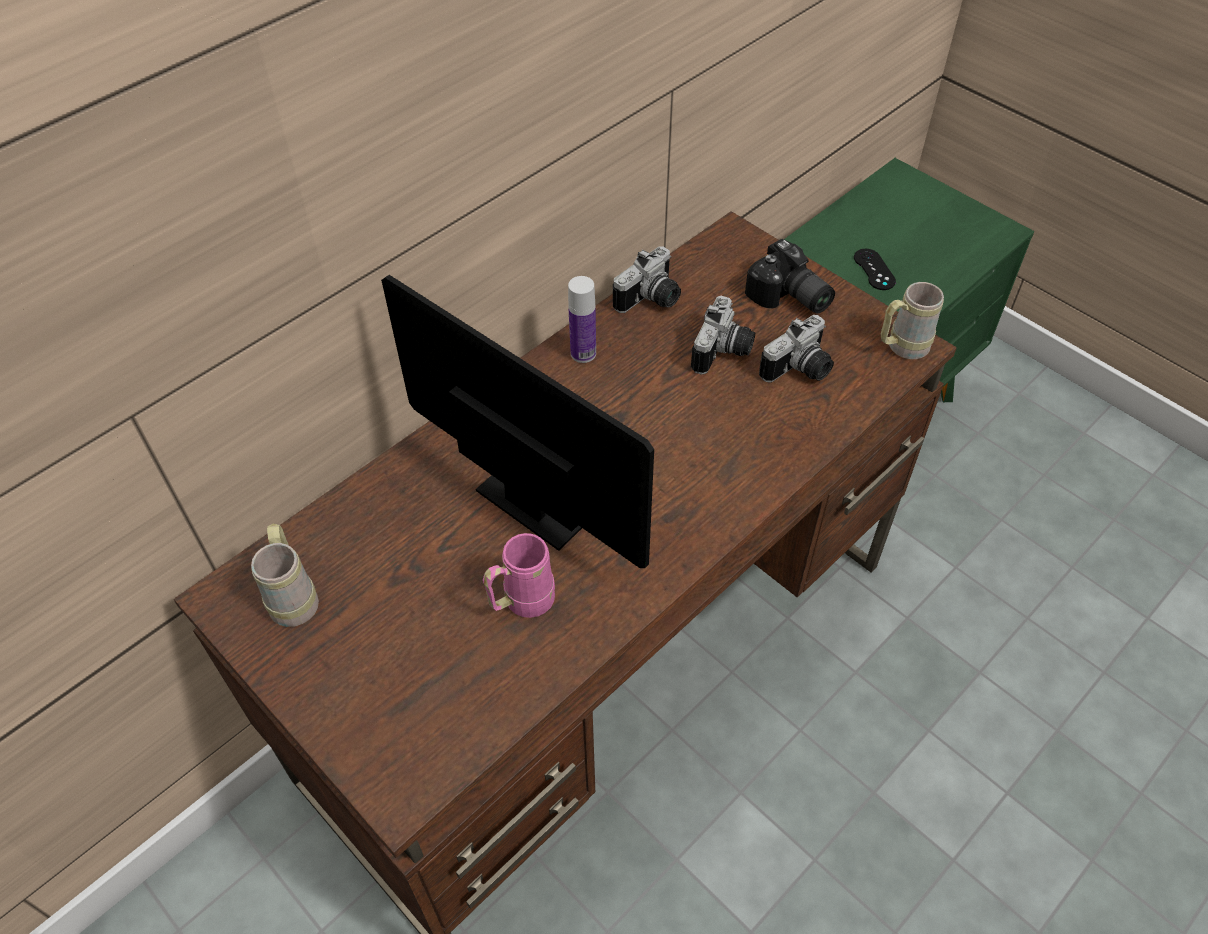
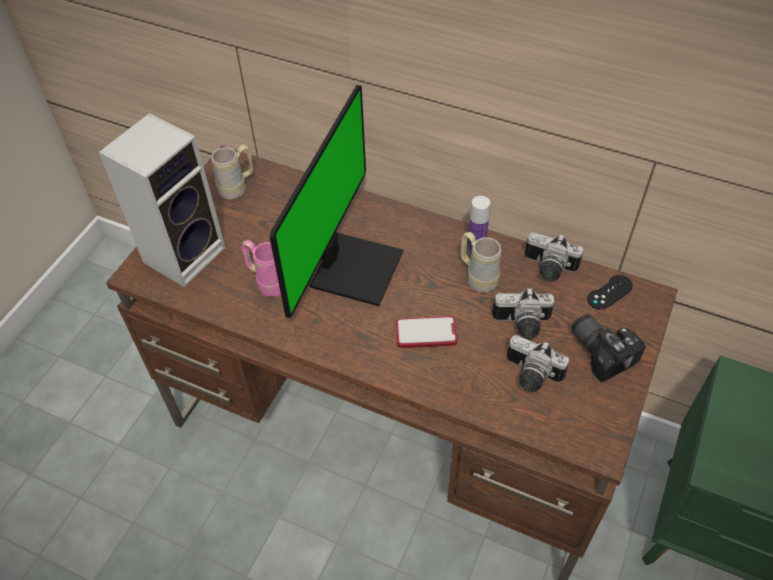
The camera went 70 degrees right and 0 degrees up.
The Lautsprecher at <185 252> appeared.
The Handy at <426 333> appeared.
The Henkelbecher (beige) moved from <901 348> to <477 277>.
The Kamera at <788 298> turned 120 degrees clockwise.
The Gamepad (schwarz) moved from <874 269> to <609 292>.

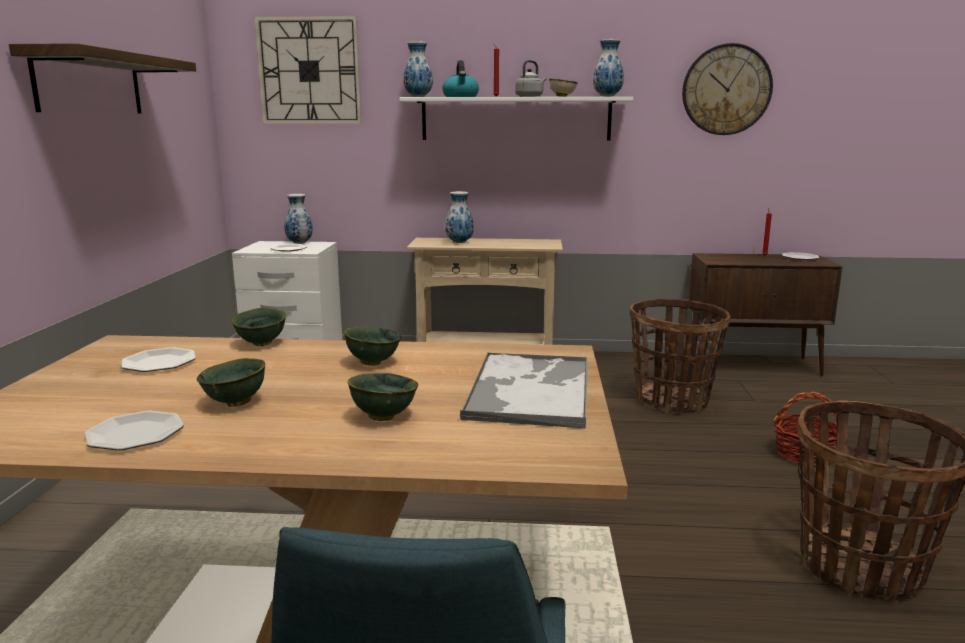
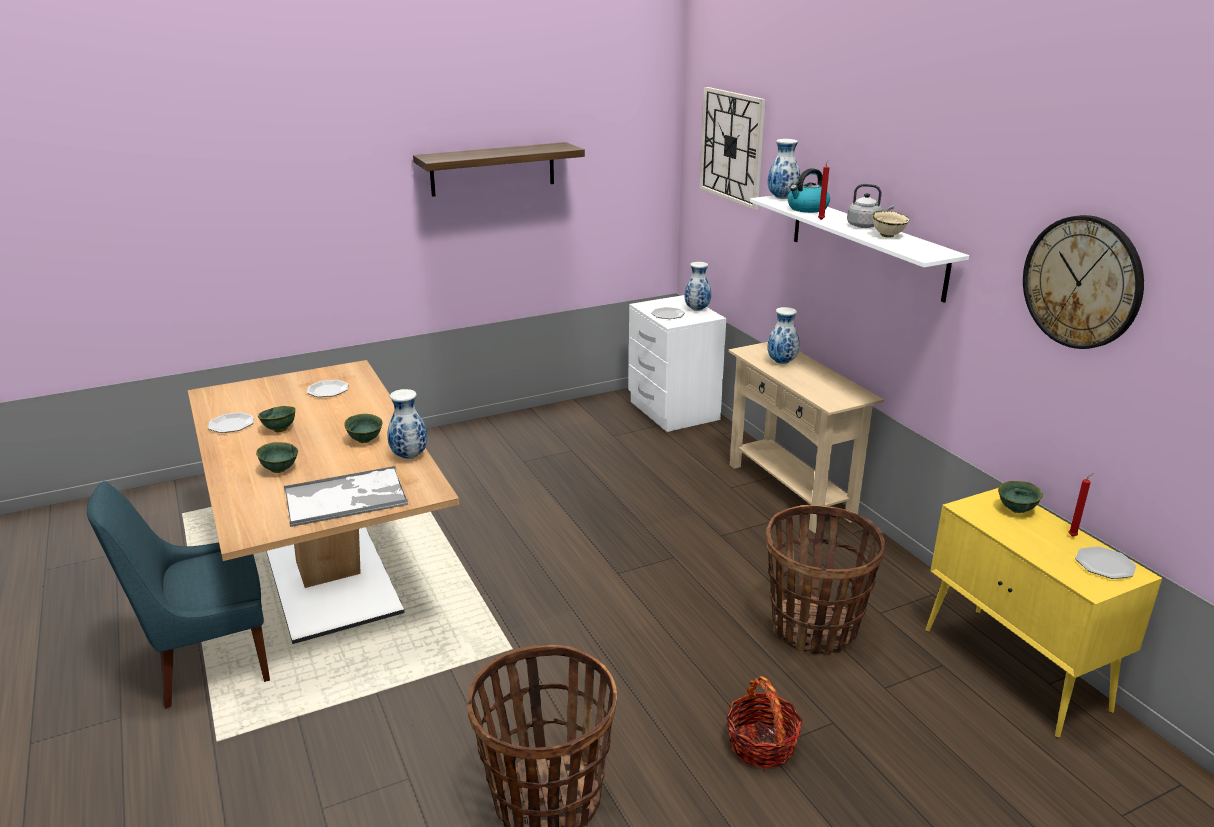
The camera went 60 degrees right and 10 degrees up.
The Vase moved from <607 96> to <408 456>.
The Schrank (braun) at <753 365> became the Schrank (gelb) at <1015 670>.
The Schüssel (grün) moved from <262 344> to <1017 510>.

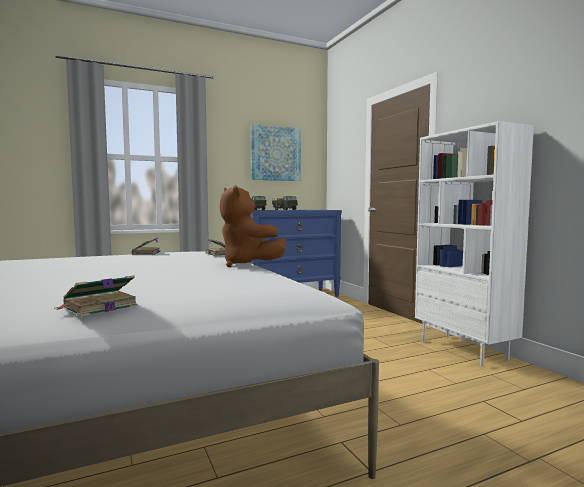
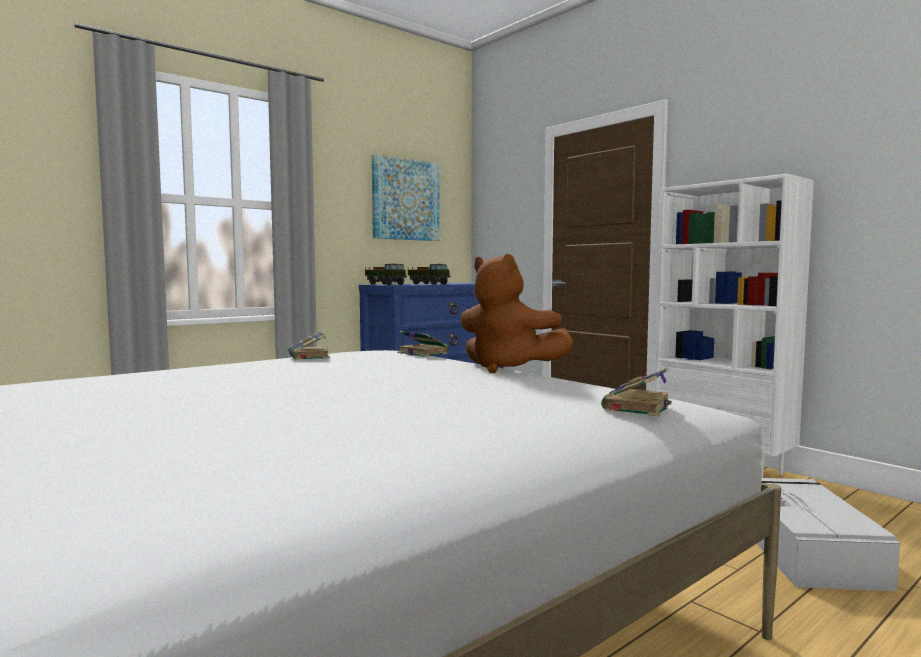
The camera went 15 degrees left and 0 degrees up.
The Buch moved from <99 307> to <636 407>.
The Aufbewahrungsbox (grau) at <803 548> appeared.

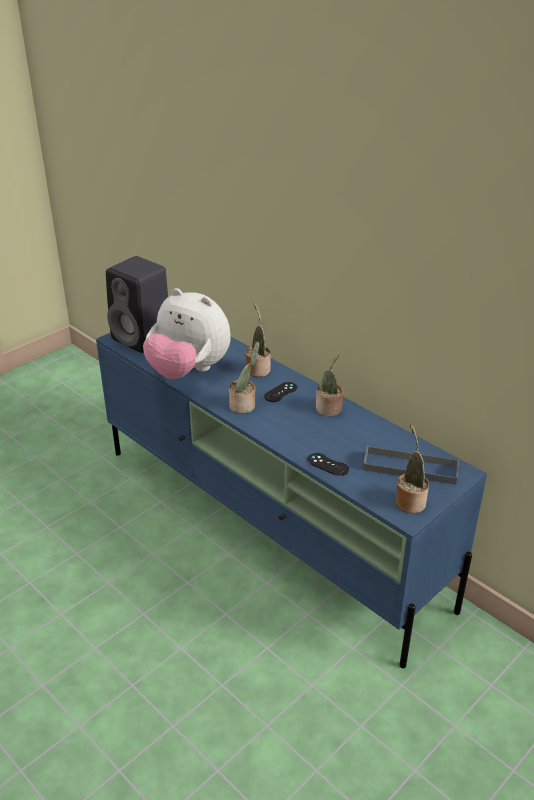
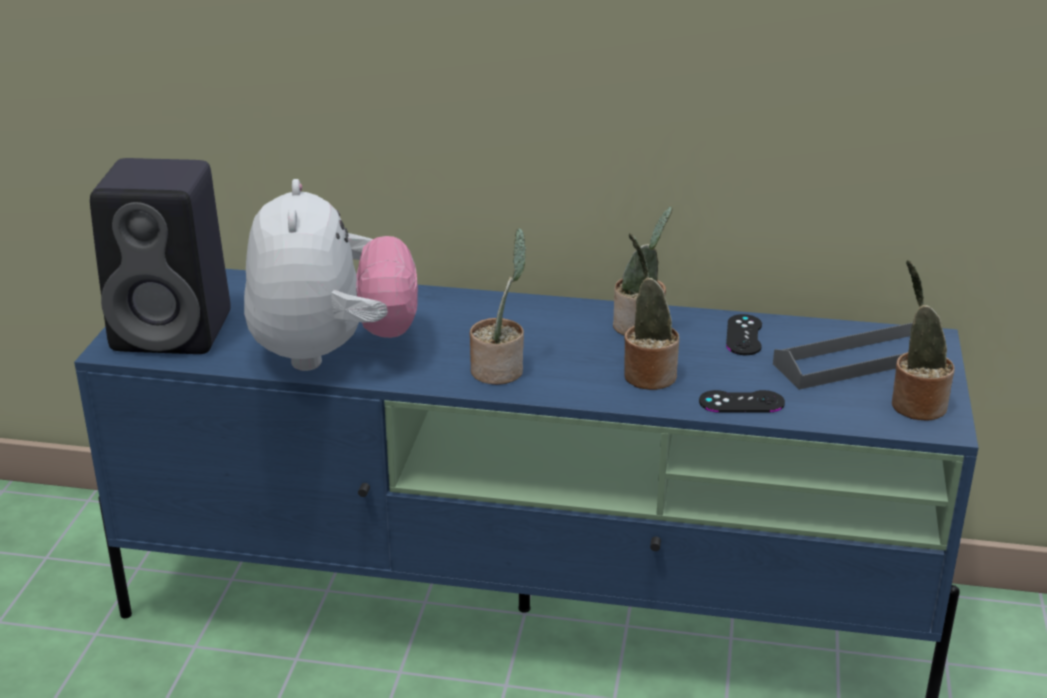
The camera went 35 degrees left and 5 degrees down.
The Plüschtier at <188 371> turned 90 degrees counterclockwise.
The Topfpflanze moved from <257 369> to <647 374>.
The Gamepad (schwarz) moved from <280 392> to <744 335>.

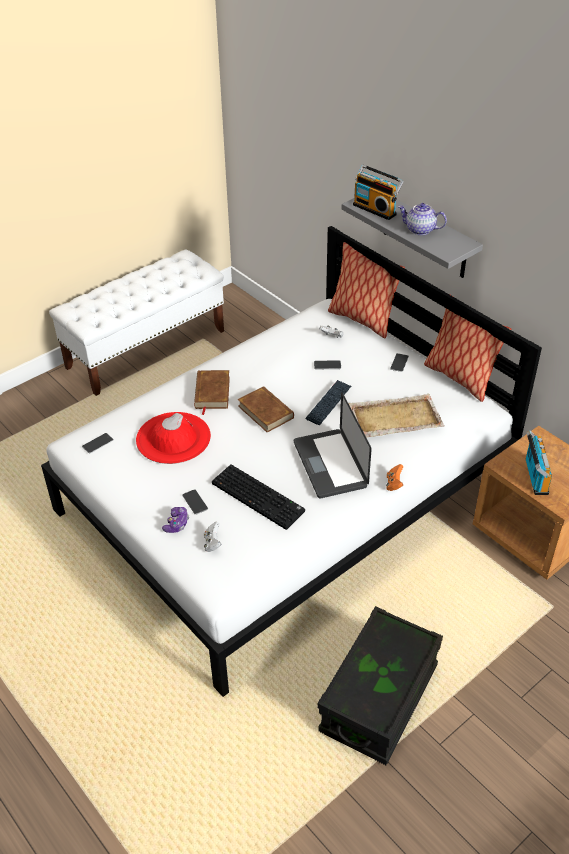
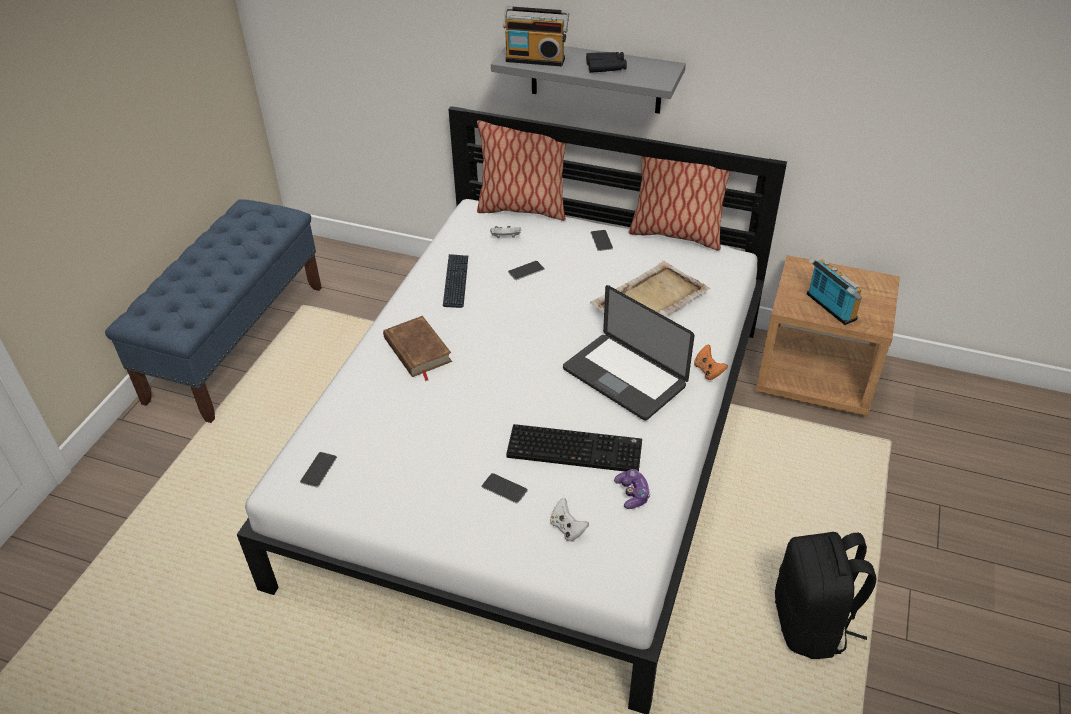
The camera went 30 degrees left and 0 degrees up.
The Bank (weiß) at <146 348> became the Bank (blau) at <237 341>.
The Tastatur moved from <329 403> to <456 281>.
The Teekanne at <420 230> was replaced by the Fernglas (schwarz) at <606 67>.
The Gamepad moved from <176 524> to <632 493>.
The Aufbewahrungsbox (schwarz) at <379 699> was replaced by the Rucksack (schwarz) at <811 624>.
The Hut (rot) at <173 438> disappeared.
The Buch (braun) at <265 411> disappeared.

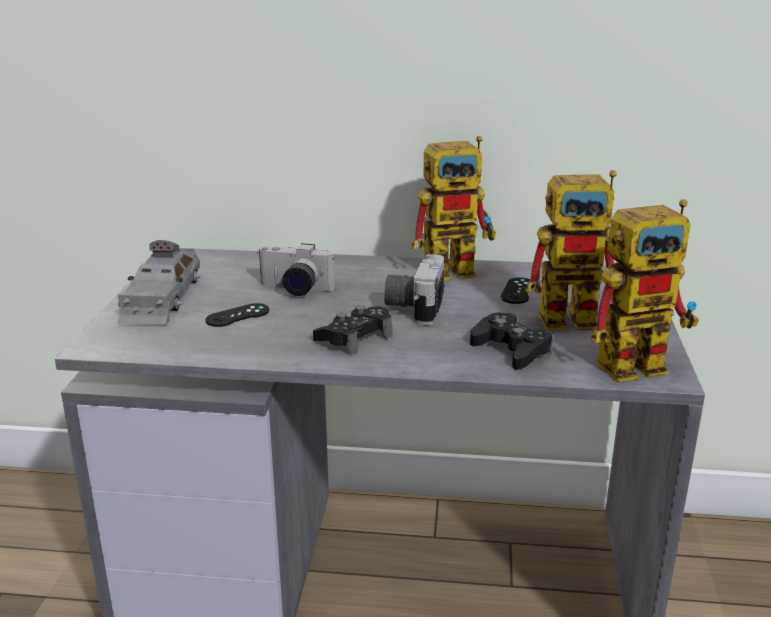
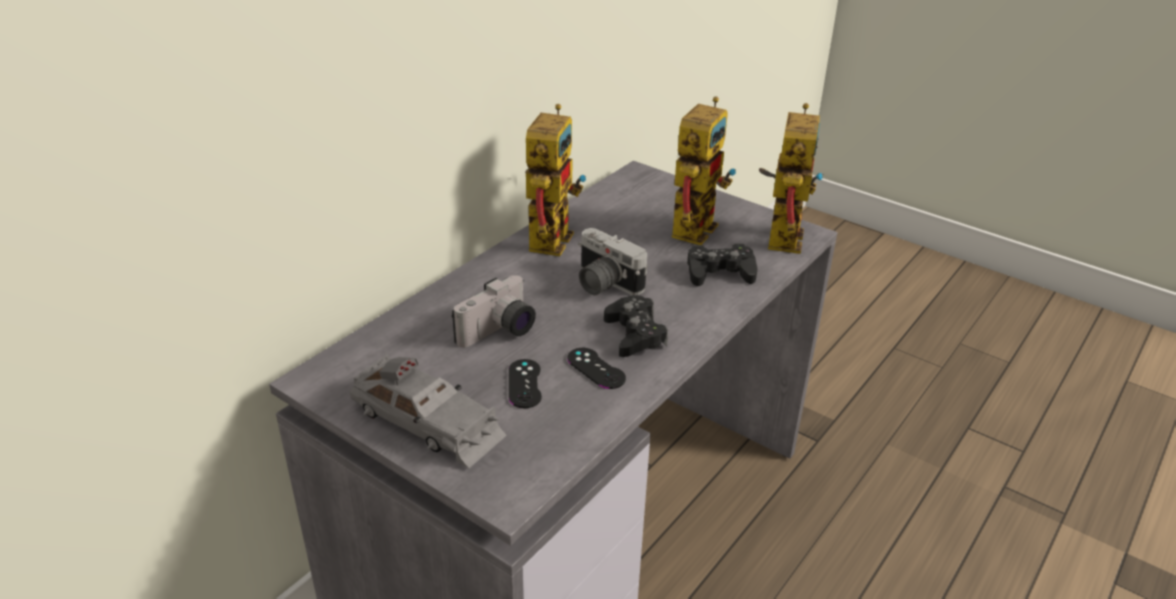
The camera went 60 degrees left and 10 degrees up.
The Gamepad (schwarz) moved from <517 291> to <596 368>.

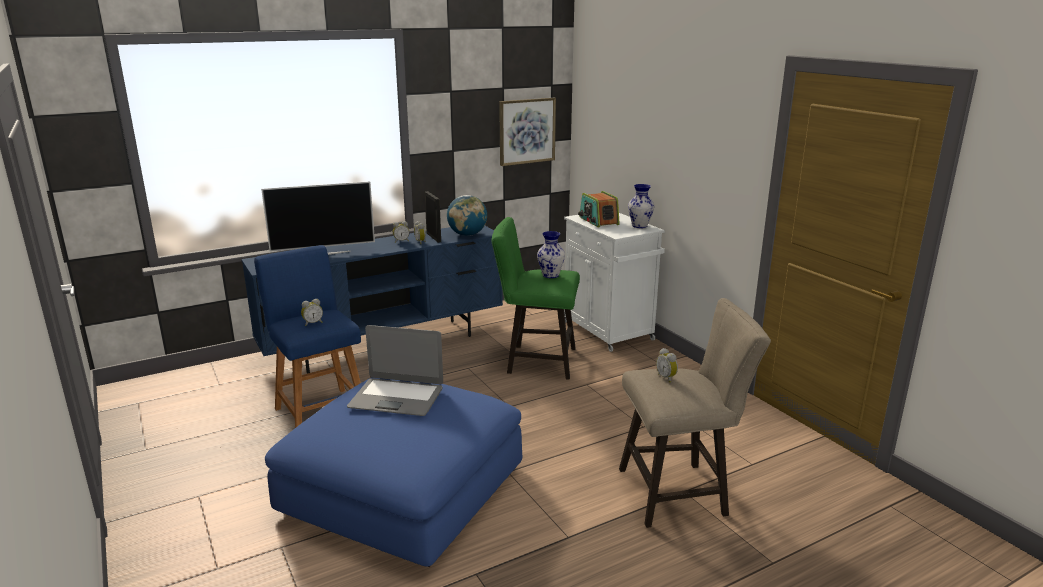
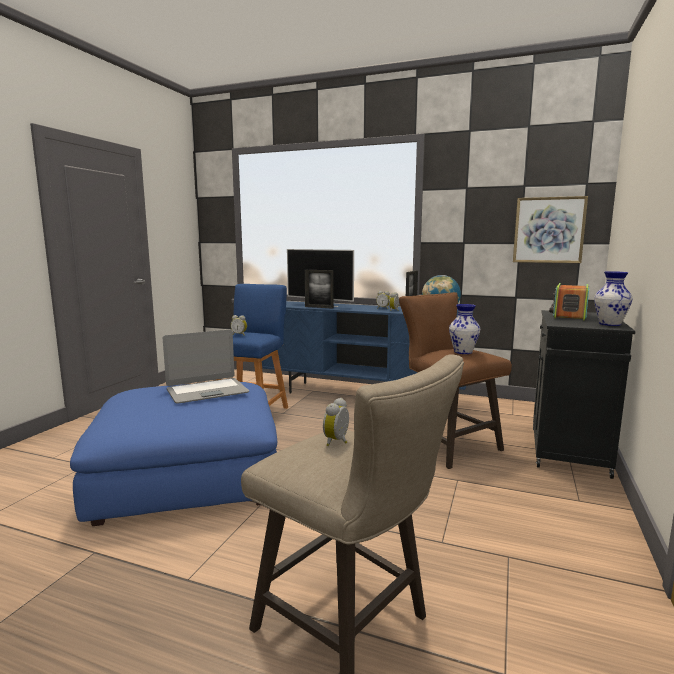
The camera went 50 degrees right and 10 degrees down.
The Laptop at <397 398> turned 90 degrees counterclockwise.
The Bilderrahmen at <319 307> appeared.
The Hocker (grün) at <535 361> became the Hocker (braun) at <447 444>.
The Schrank (weiß) at <609 331> became the Schrank (schwarz) at <568 452>.

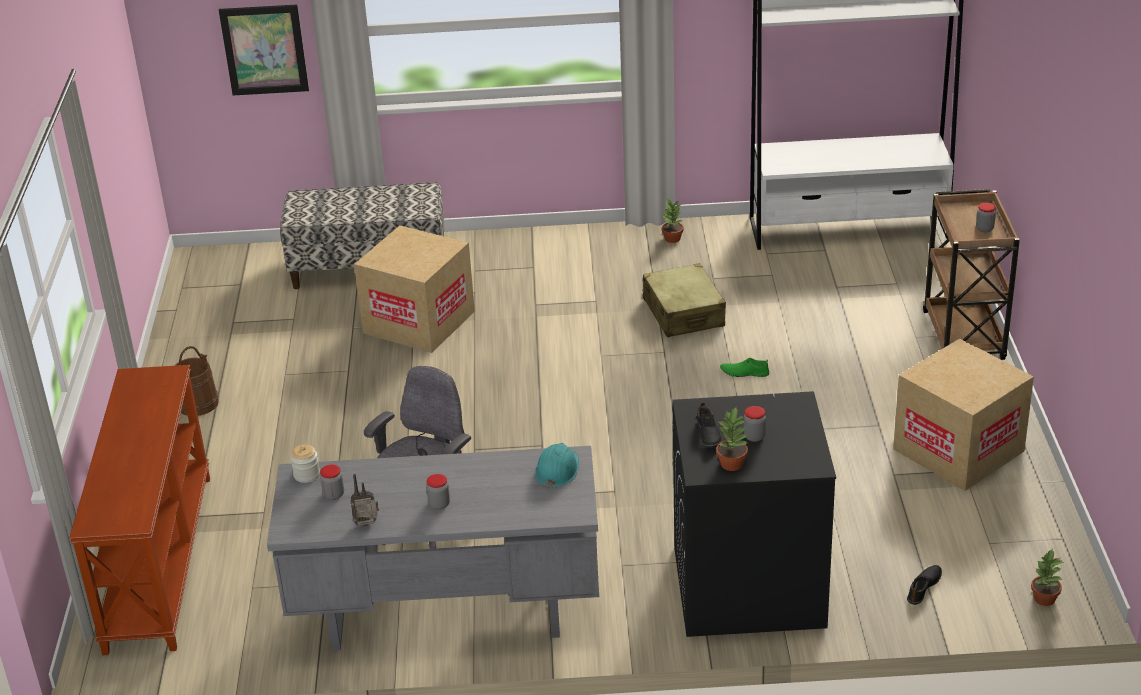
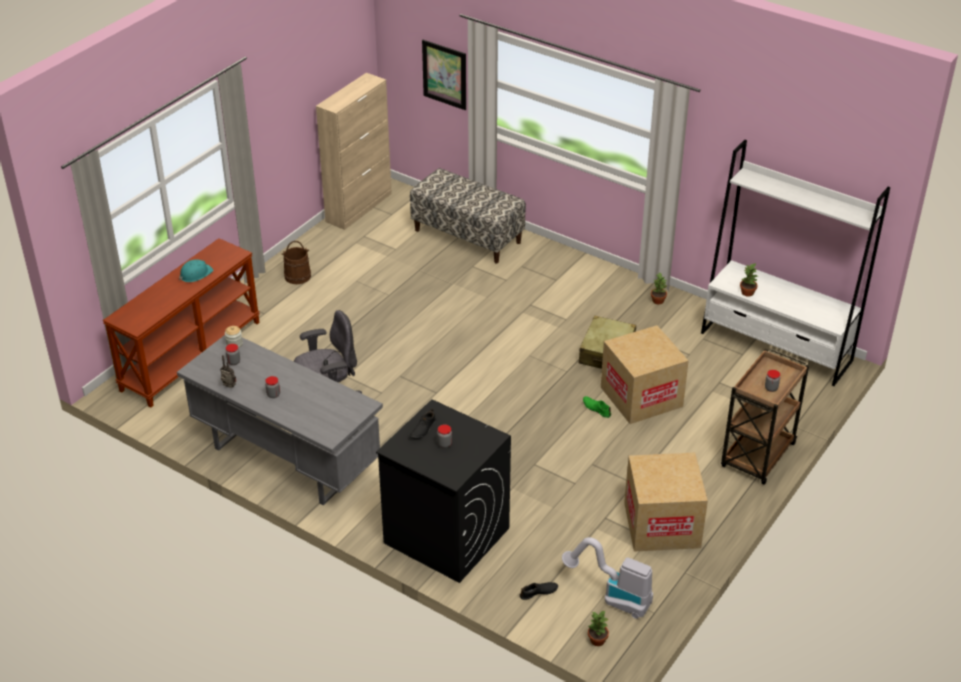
The camera went 35 degrees right and 5 degrees up.
The Schutzhelm (türkis) moved from <557 470> to <195 274>.
The Schrank (beige) at <359 207> appeared.
The Staubsauger at <612 596> appeared.
The Karton moved from <419 322> to <641 397>.
The Topfpflanze moved from <732 464> to <747 293>.

